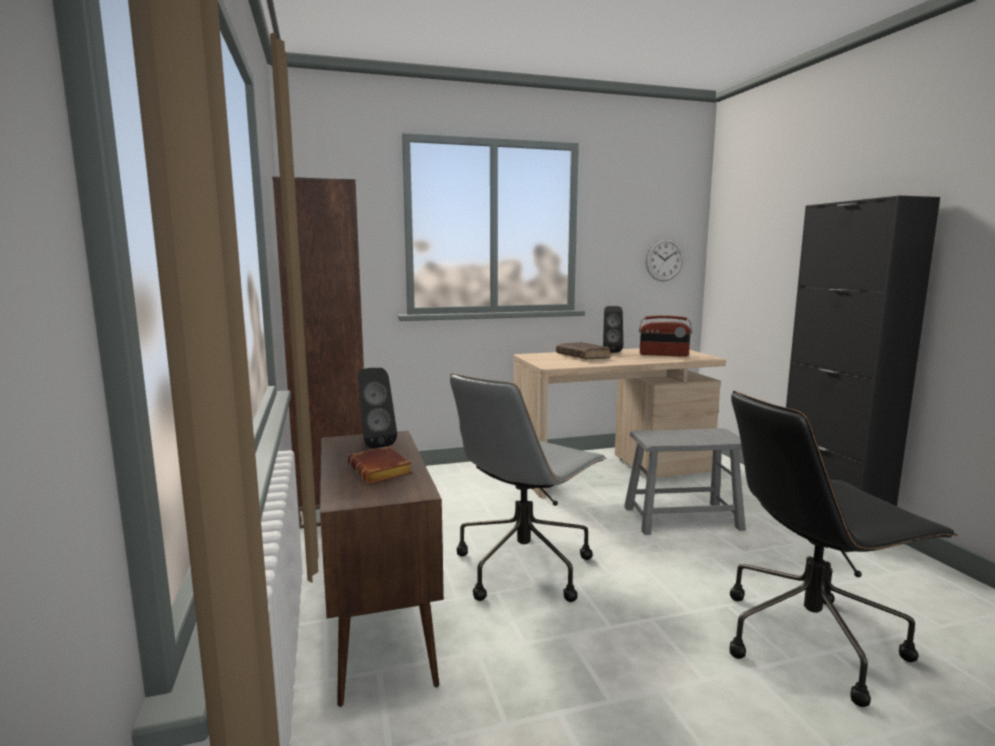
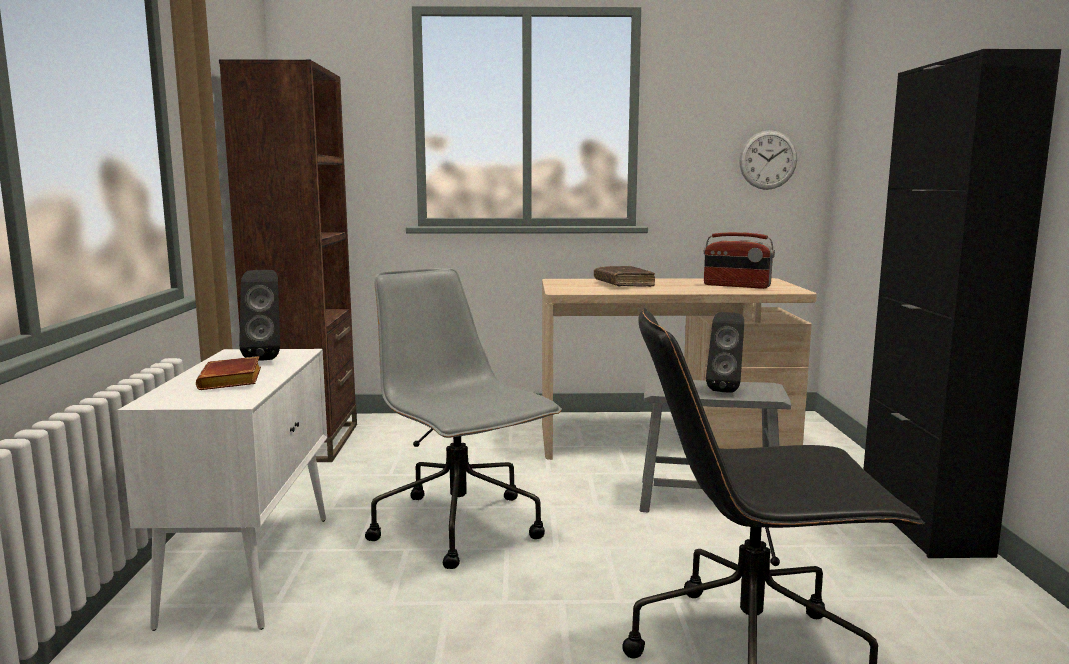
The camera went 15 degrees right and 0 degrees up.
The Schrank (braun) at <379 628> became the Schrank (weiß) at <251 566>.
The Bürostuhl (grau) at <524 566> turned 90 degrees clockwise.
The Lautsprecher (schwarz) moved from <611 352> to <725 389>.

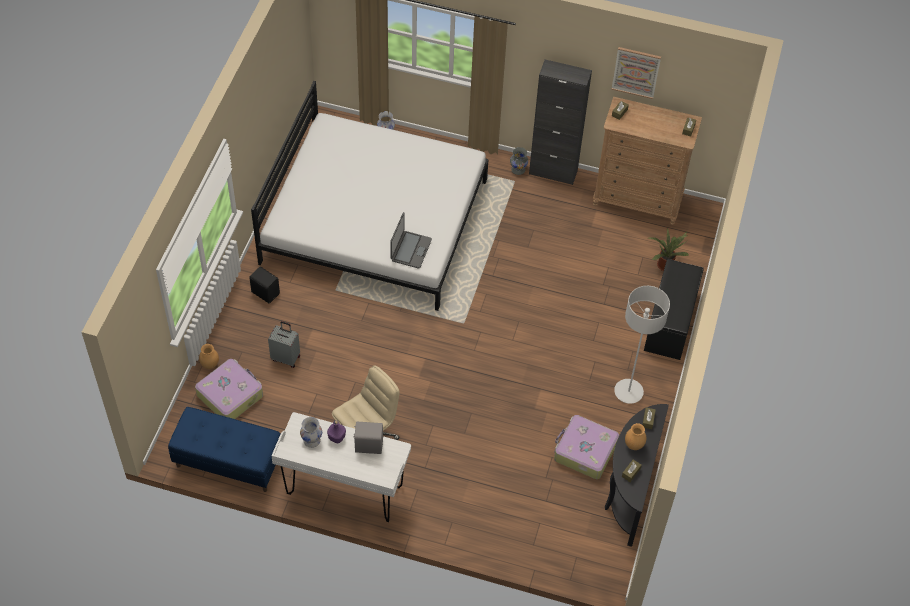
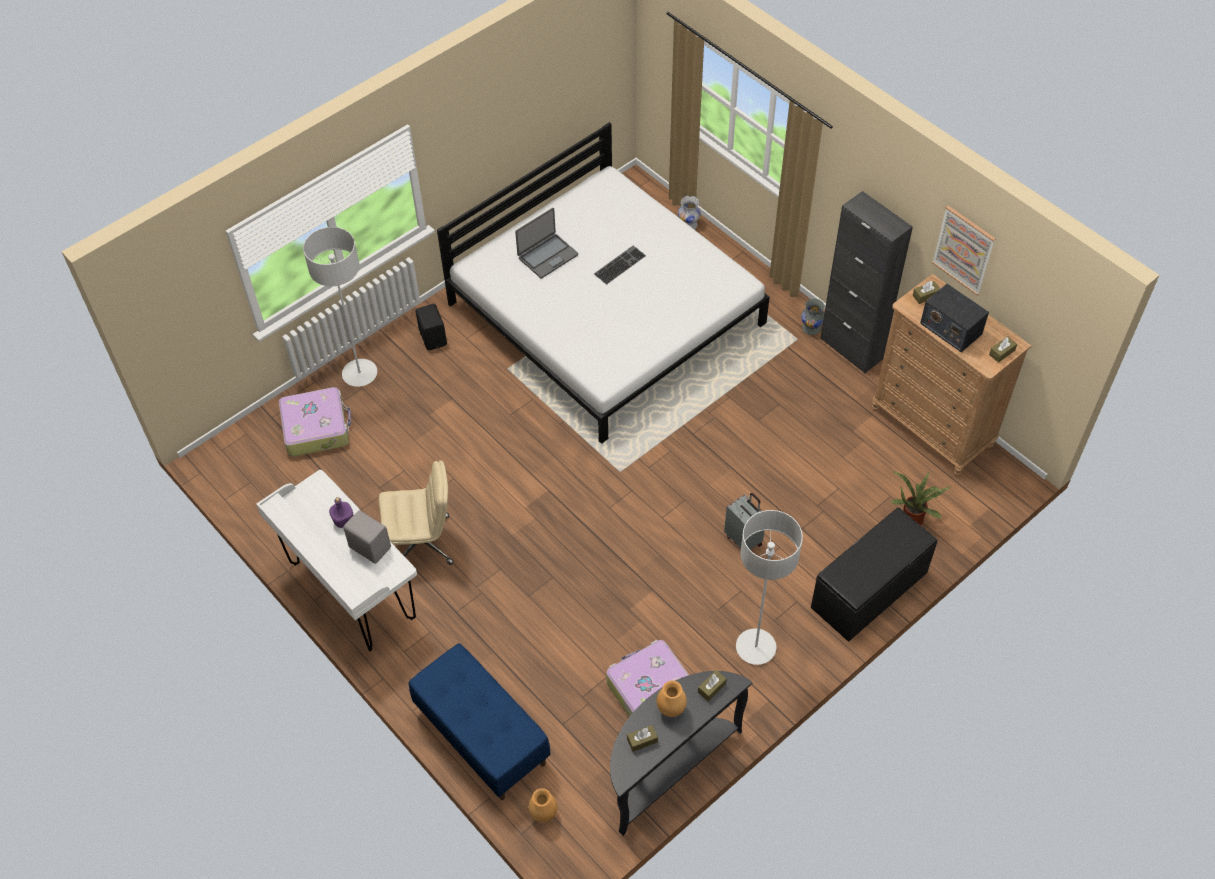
The camera went 35 degrees right and 0 degrees up.
The Stehlampe (grau) at <360 374> appeared.
The Bank (blau) moved from <228 462> to <481 736>.
The Laptop moved from <410 250> to <547 256>.
The Vase (braun) moved from <210 365> to <543 813>.
The Tastatur at <619 264> appeared.
The Koffer (grau) moved from <286 357> to <744 539>.
The Radio at <950 328> appeared.
The Vase (weiß) at <312 440> disappeared.

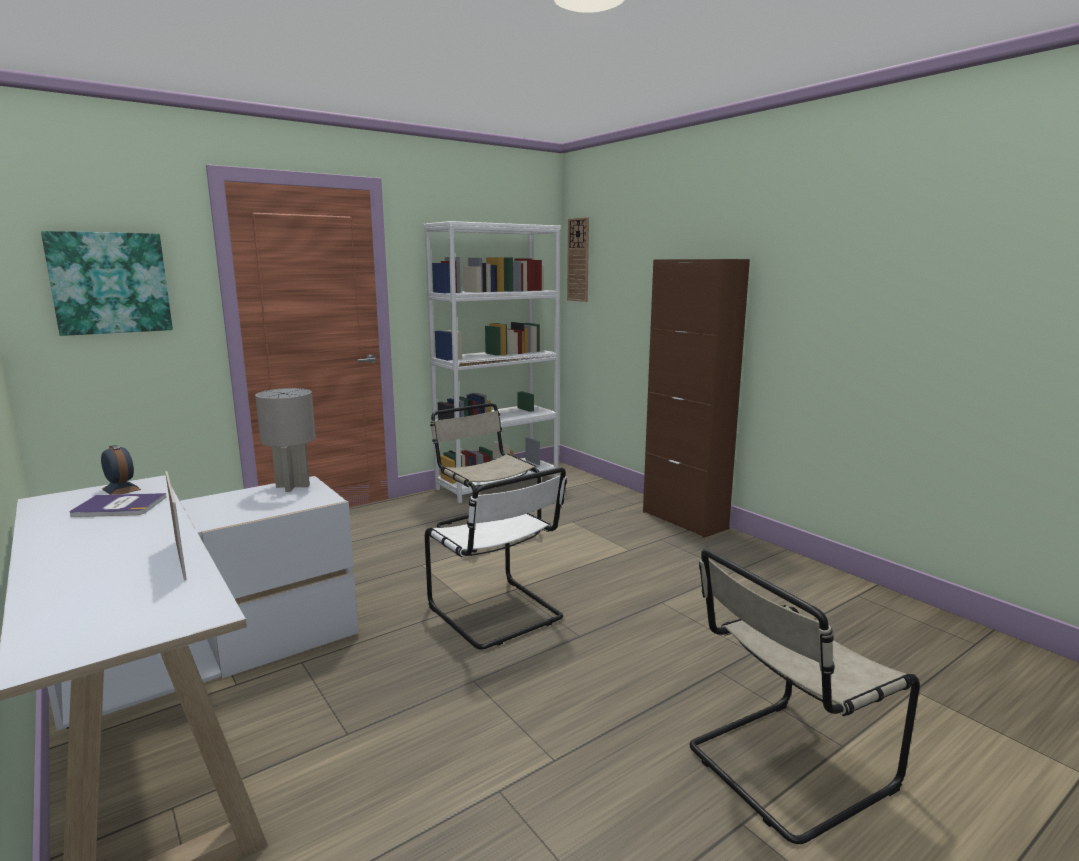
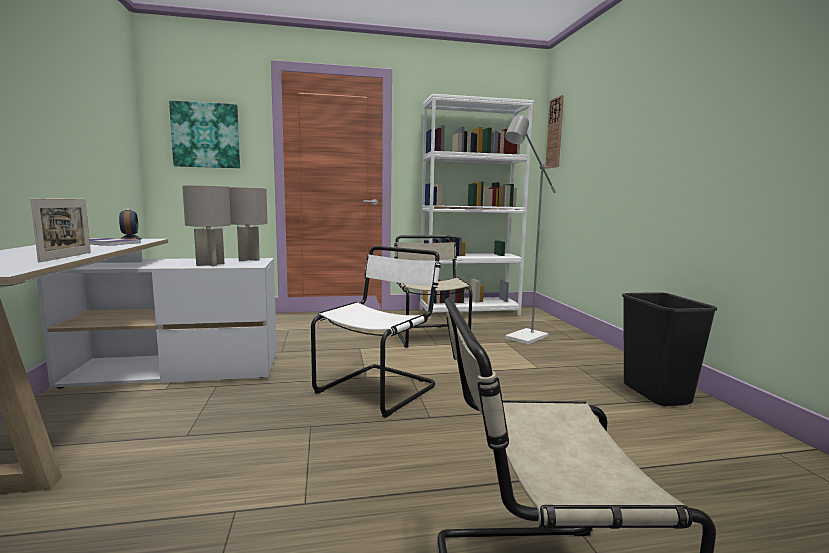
The camera went 25 degrees right and 5 degrees down.
The Tischlampe (grau) at <210 264> appeared.
The Stuhl (weiß) at <498 615> turned 135 degrees counterclockwise.
The Stehlampe (grau) at <522 339> appeared.
The Mülleimer (schwarz) at <657 395> appeared.
The Schrank (braun) at <684 520> disappeared.

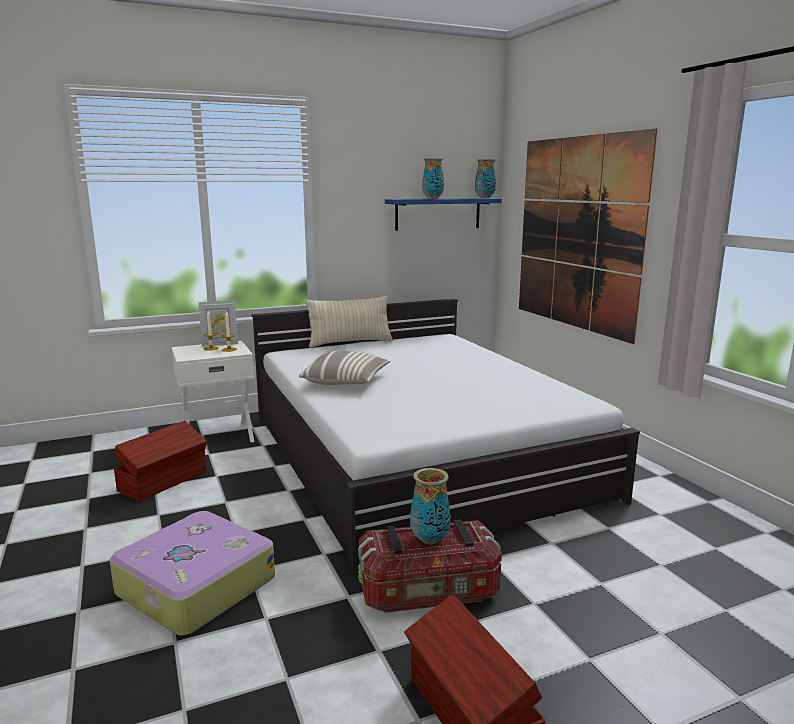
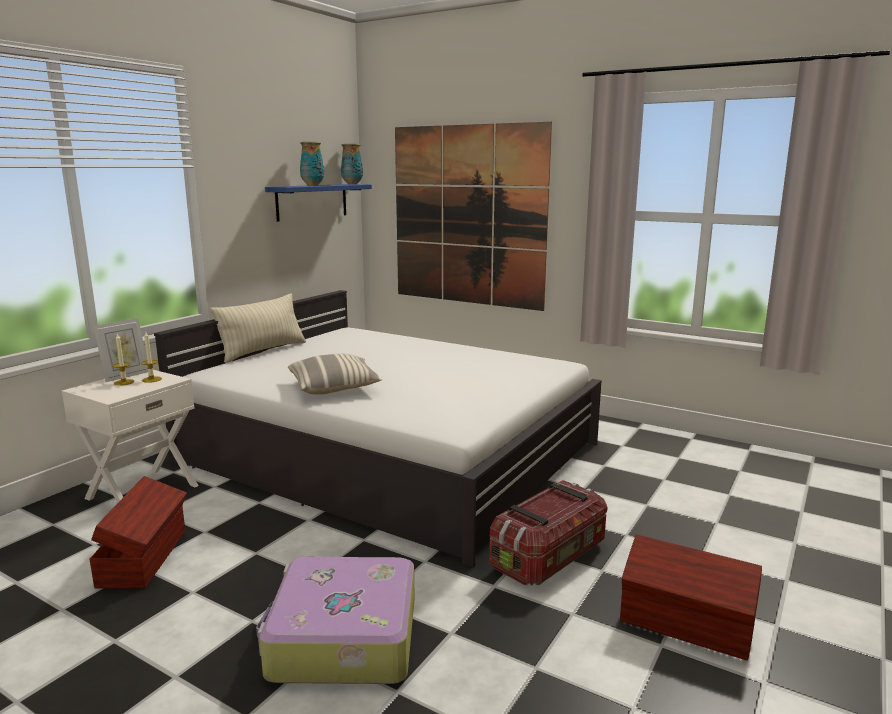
The camera went 35 degrees left and 0 degrees up.
The Vase at <430 539> disappeared.

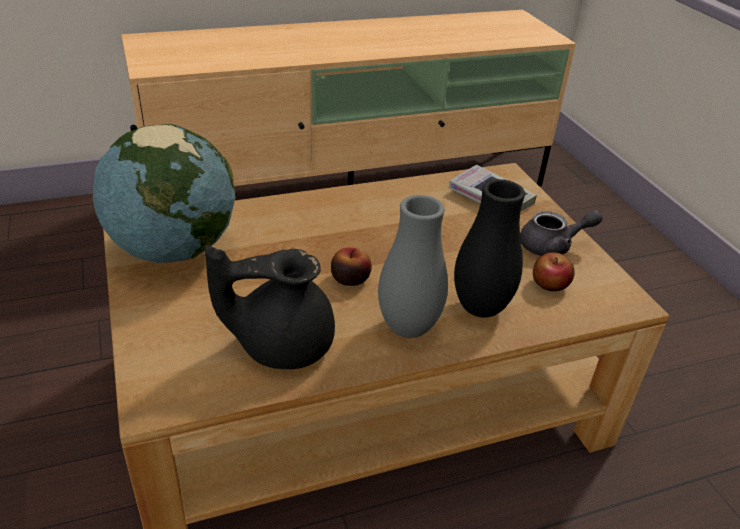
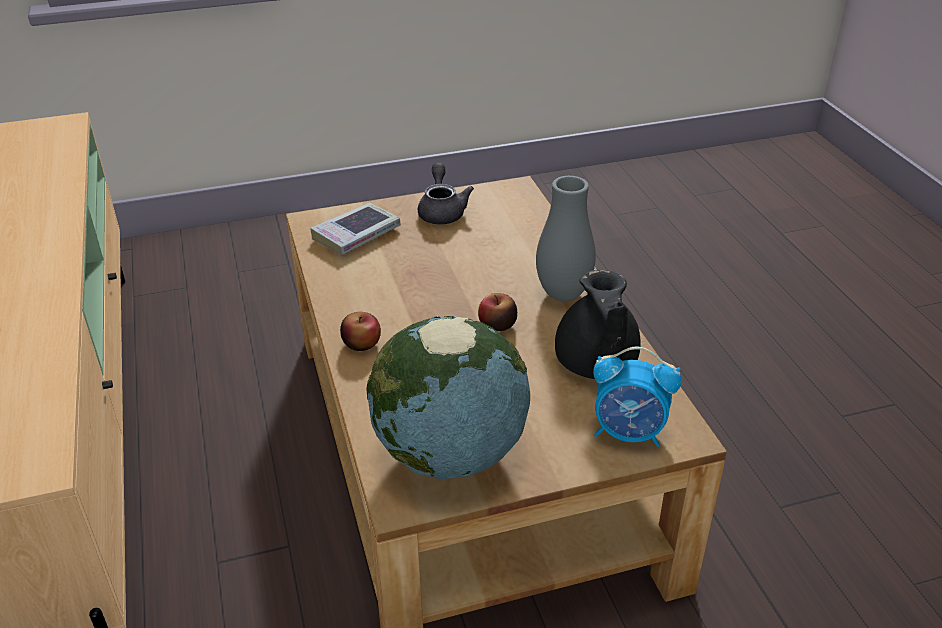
The camera went 85 degrees left and 0 degrees up.
The Apfel moved from <550 284> to <361 343>.
The Wecker at <629 433> appeared.
The Vase (schwarz) at <480 308> disappeared.

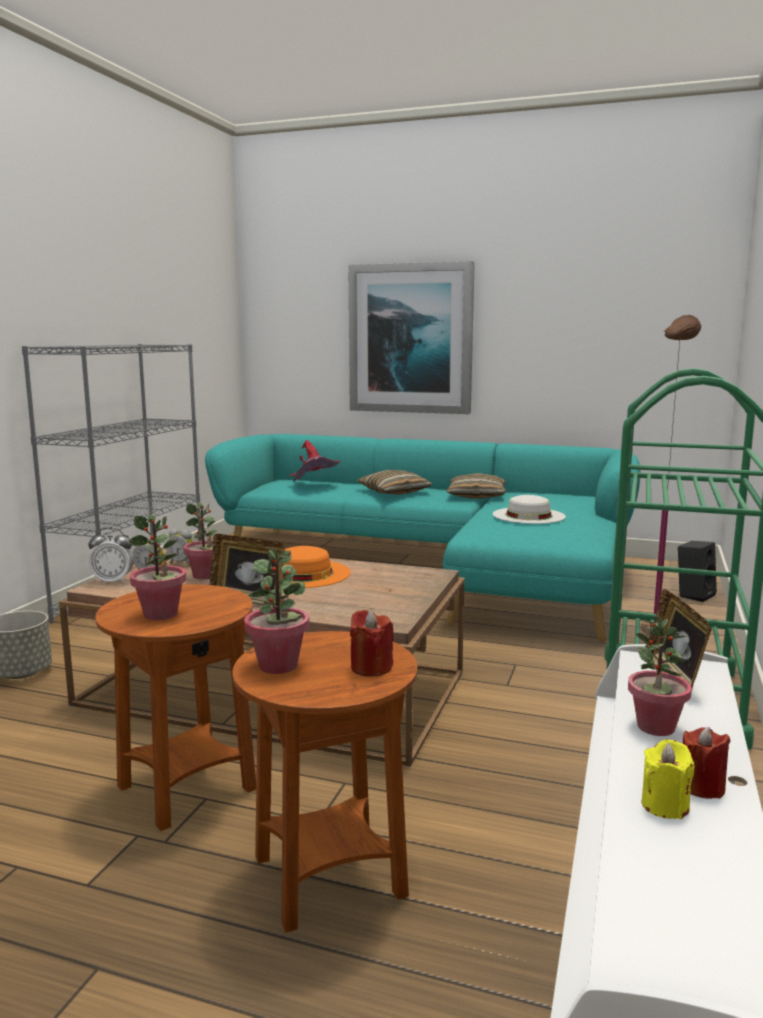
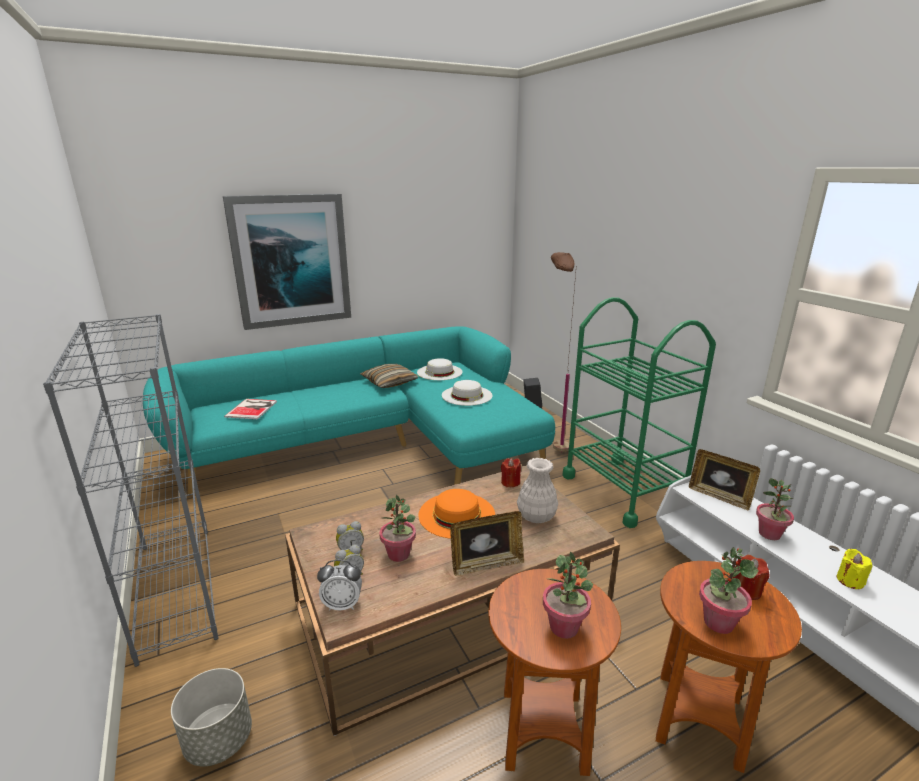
The camera went 45 degrees left and 10 degrees up.
The Hut (rot) at <313 486> was replaced by the Buch at <253 408>.
The Wecker at <113 581> turned 45 degrees clockwise.
The Hut (weiß) at <439 372> appeared.
The Kerze (rot) moved from <701 787> to <510 482>.
The Vase (weiß) at <536 517> appeared.
The Kissen at <394 492> disappeared.

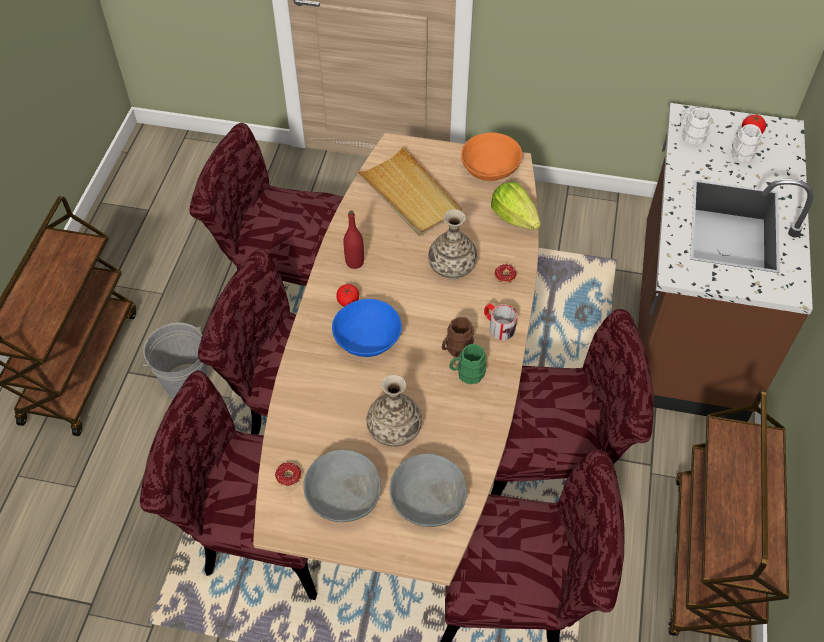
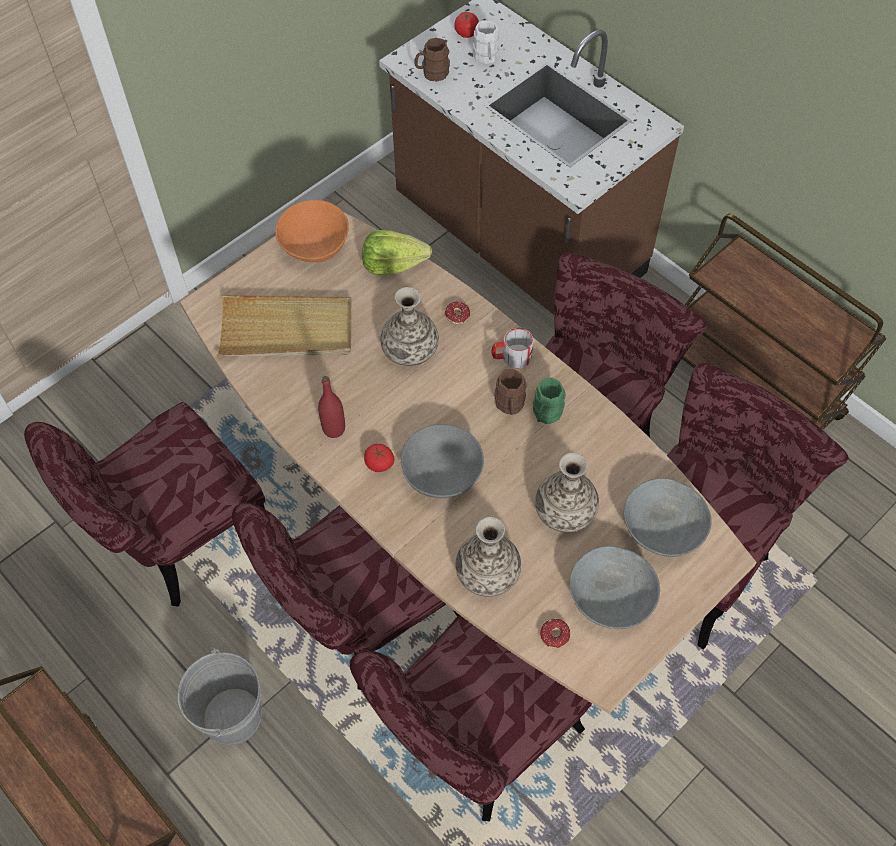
The camera went 55 degrees left and 5 degrees up.
The Schüssel (blau) at <368 341> became the Schüssel (grau) at <443 474>.
The Henkelbecher (weiß) at <690 135> became the Henkelbecher (braun) at <432 73>.
The Vase at <487 573> appeared.

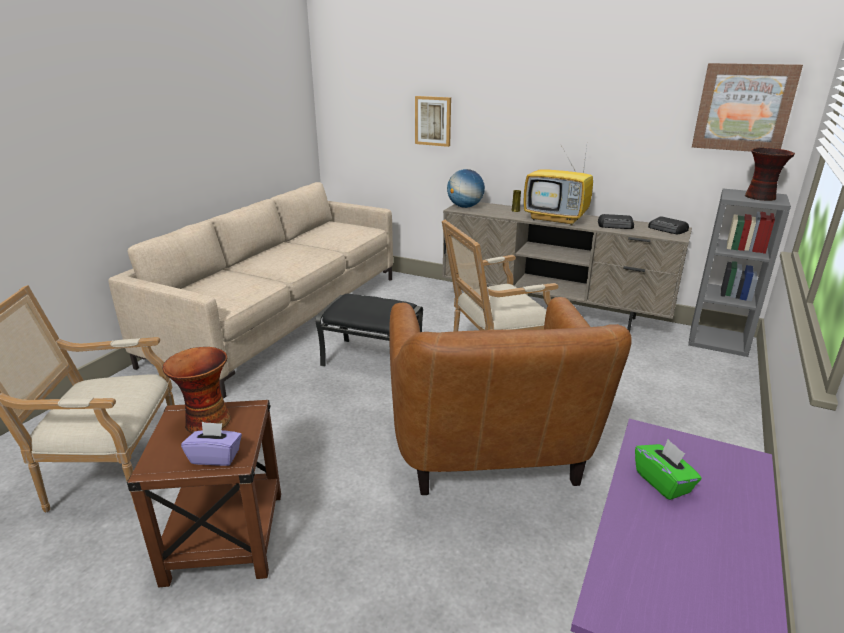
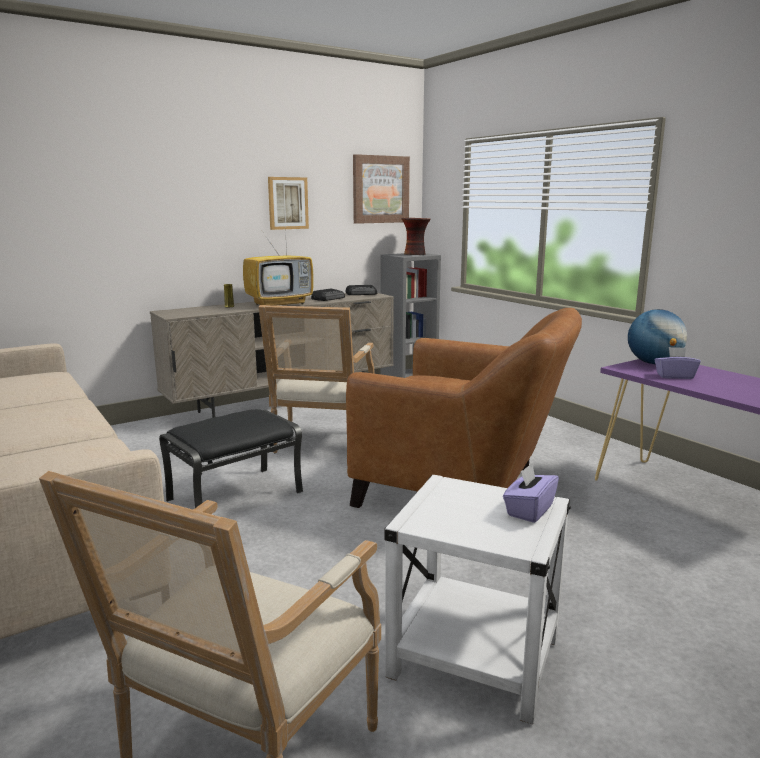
The camera went 60 degrees left and 10 degrees down.
The Bild moved from <433 121> to <287 203>.
The Beistelltisch (braun) at <225 536> became the Beistelltisch (weiß) at <473 657>.
The Globus moved from <465 207> to <653 363>.
The Taschentuchbox (grün) at <663 482> became the Taschentuchbox (lila) at <674 376>.
The Vase at <206 422> disappeared.

